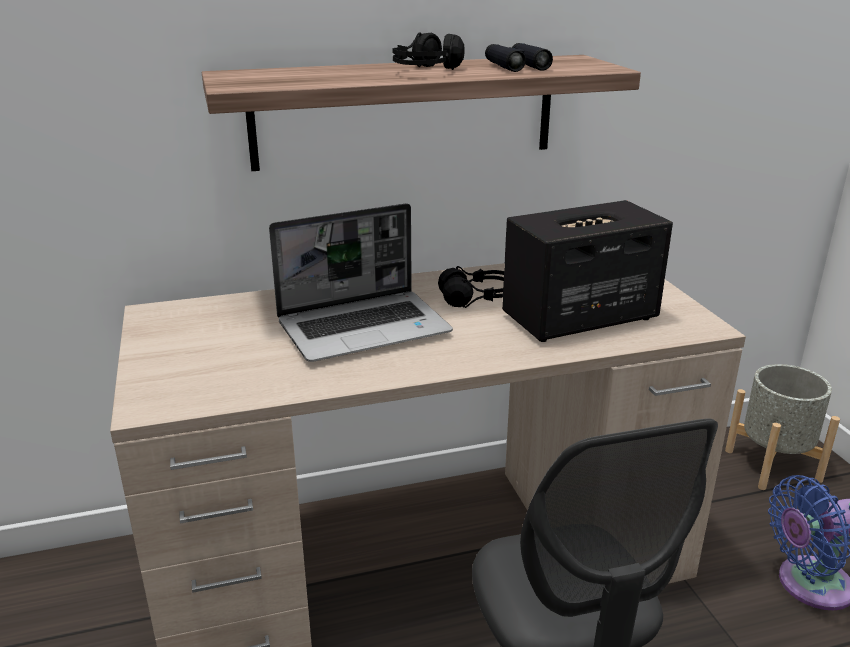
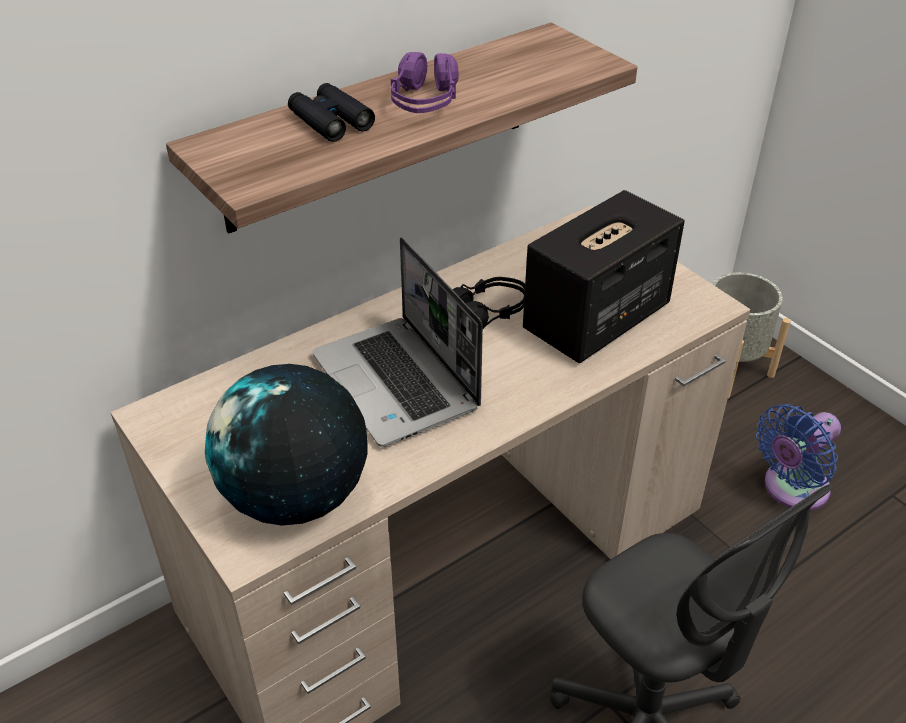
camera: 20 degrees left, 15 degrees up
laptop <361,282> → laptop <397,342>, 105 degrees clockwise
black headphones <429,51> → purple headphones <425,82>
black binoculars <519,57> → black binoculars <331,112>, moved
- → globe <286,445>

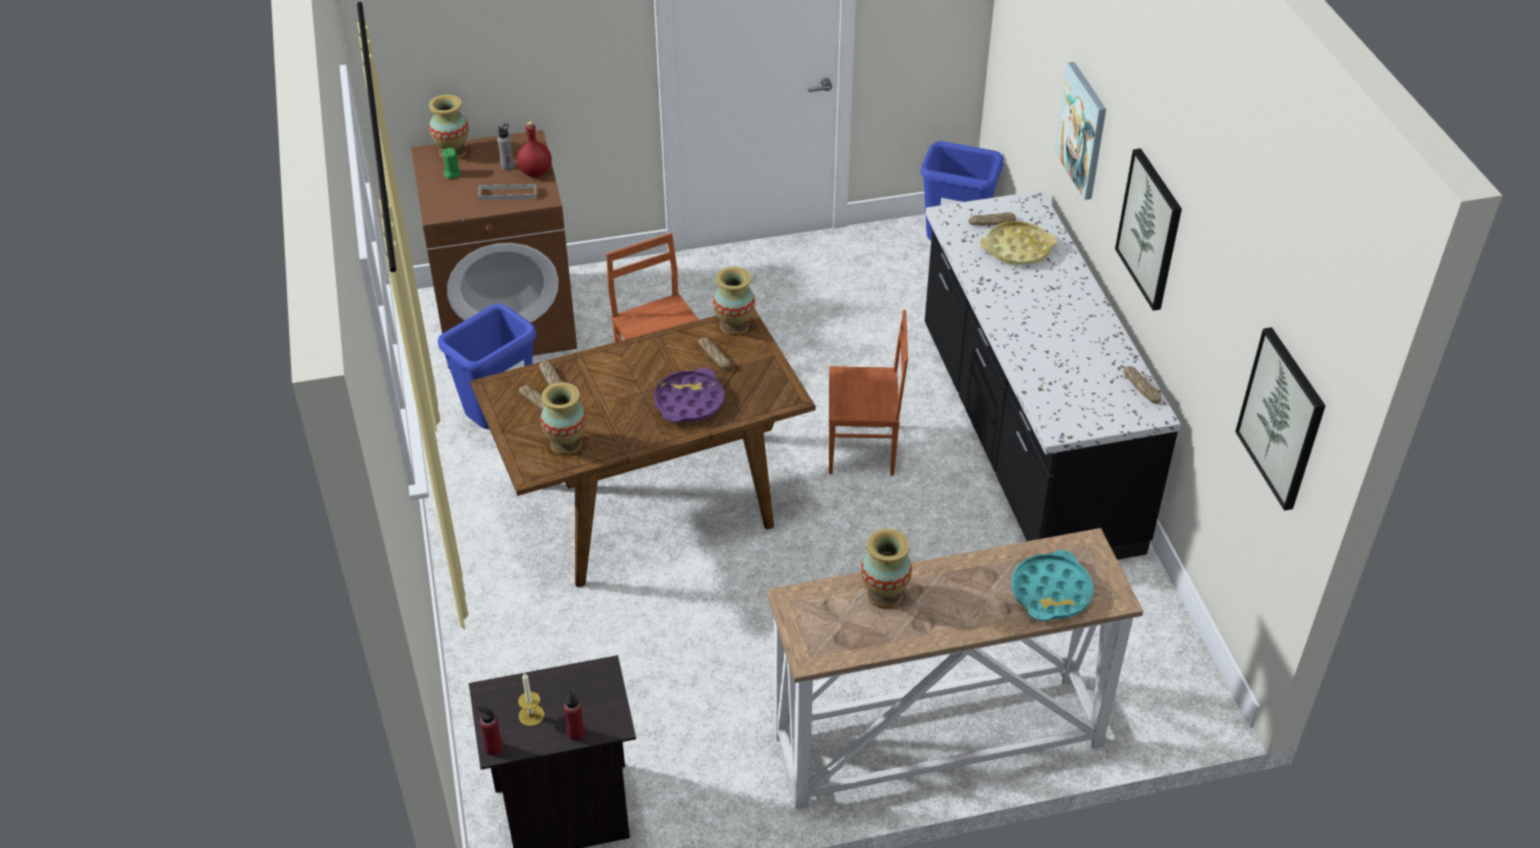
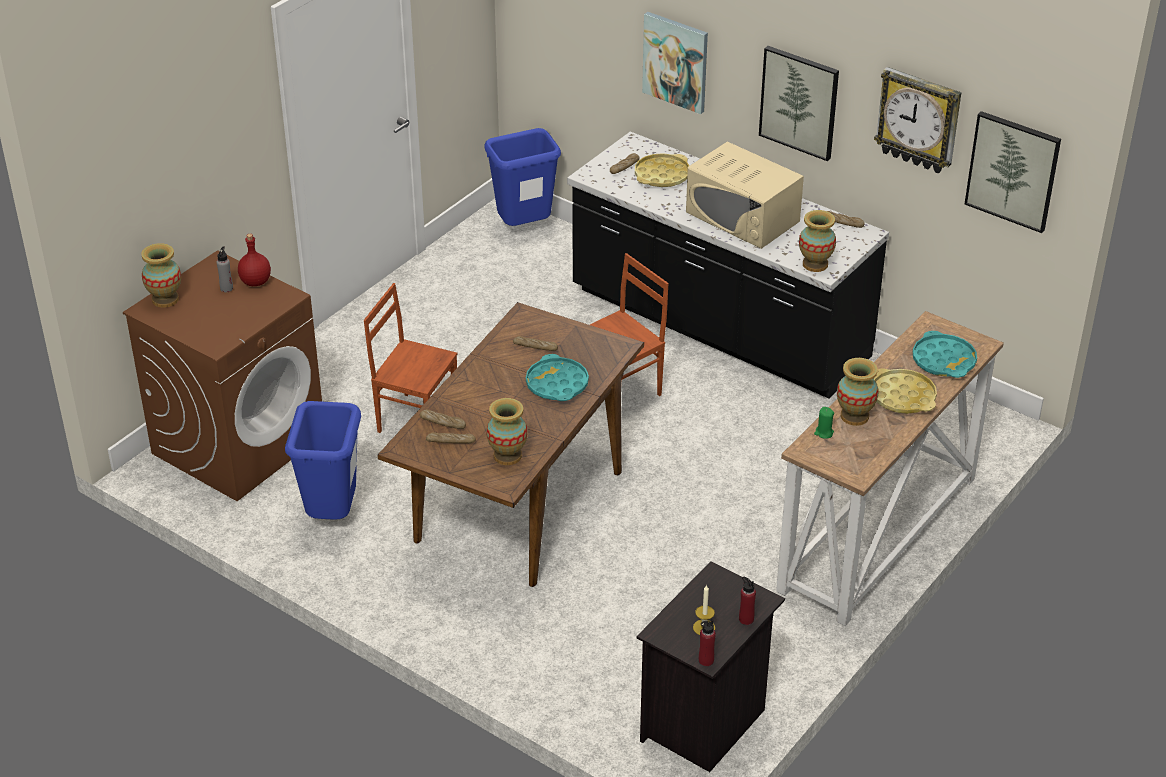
camera: 40 degrees left, 5 degrees down
green candle <452,163> → green candle <824,423>, moved
grey tray <507,192> → -
purple tray <689,395> → turquoise tray <557,377>
vase <734,301> → vase <817,241>, moved
- → beige microwave <745,195>
- → wall clock <917,120>
- → yellow tray <905,391>

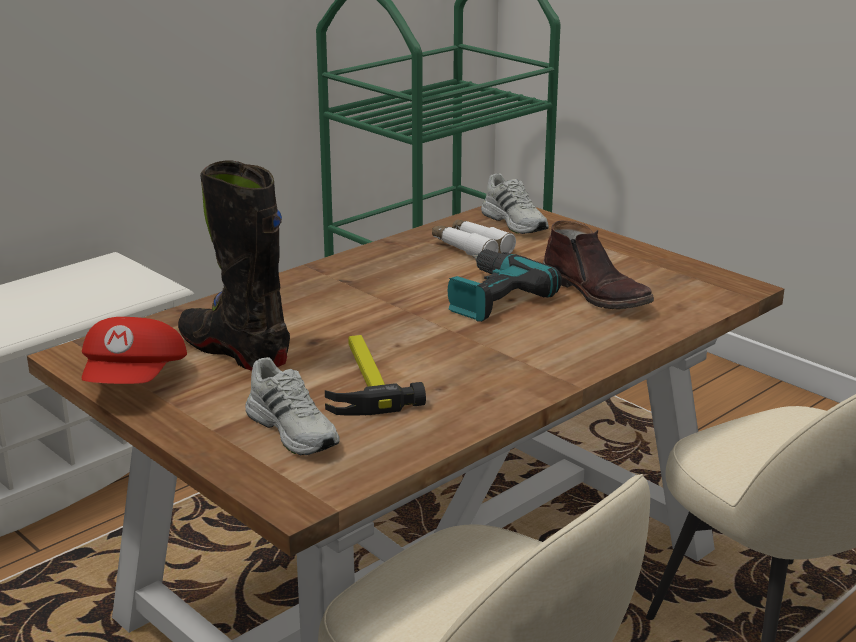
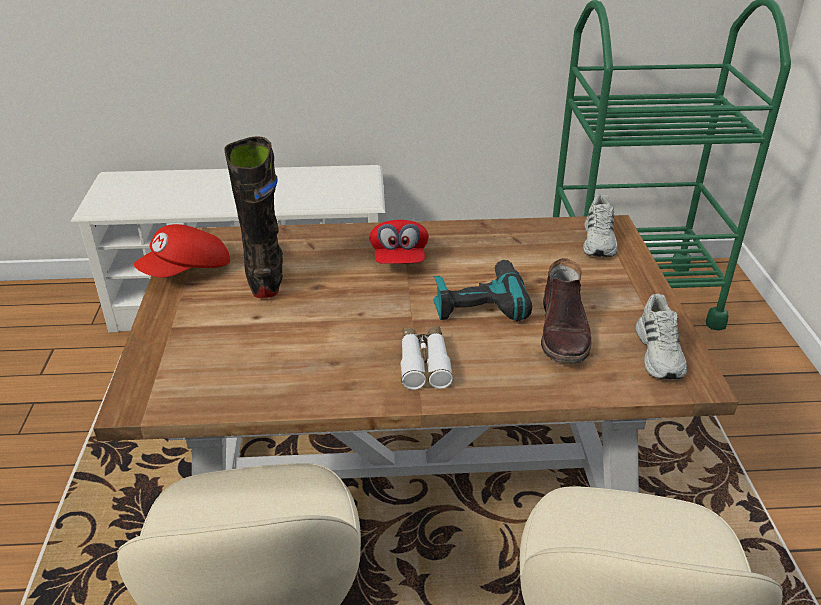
camera: 40 degrees right, 10 degrees up
white shoe <292,406> → white shoe <661,336>, moved
hammer <375,375> → -
white binoculars <474,237> → white binoculars <427,358>, moved
- → red cap <399,242>

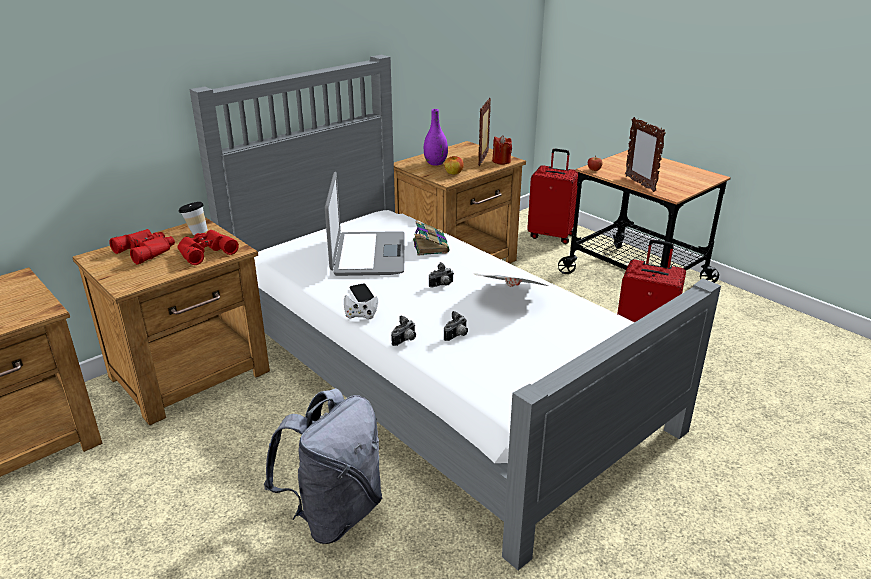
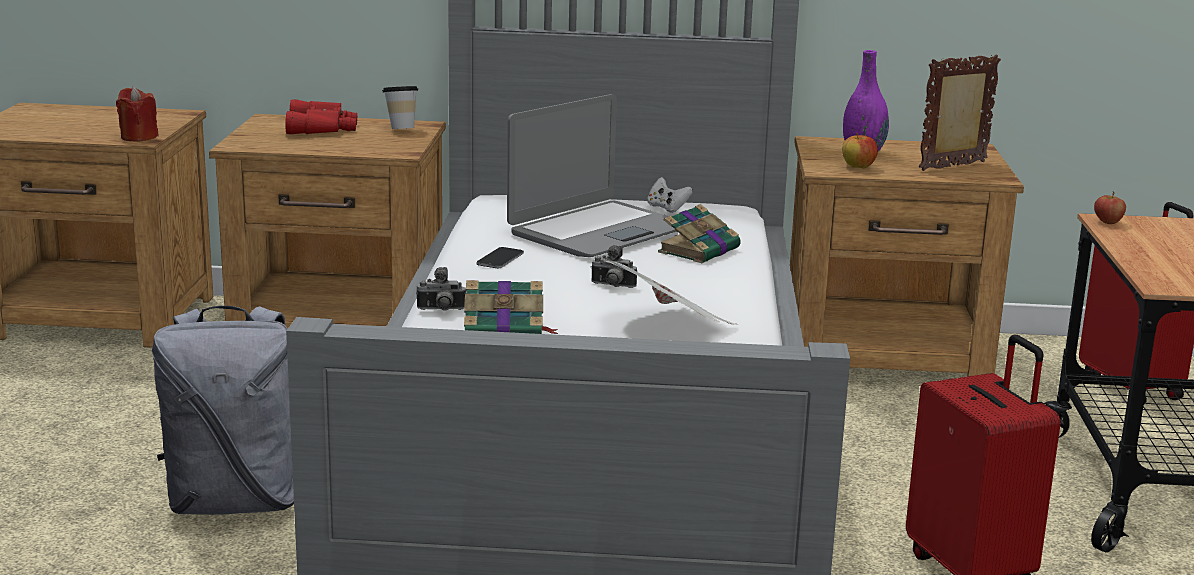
camera: 45 degrees right, 10 degrees down
red binoculars <208,247> → -
white game controller <361,307> → white game controller <670,195>, moved
photo camera <456,326> → book <511,307>
red candle <502,150> → red candle <137,114>, moved
picture frame <645,154> → -

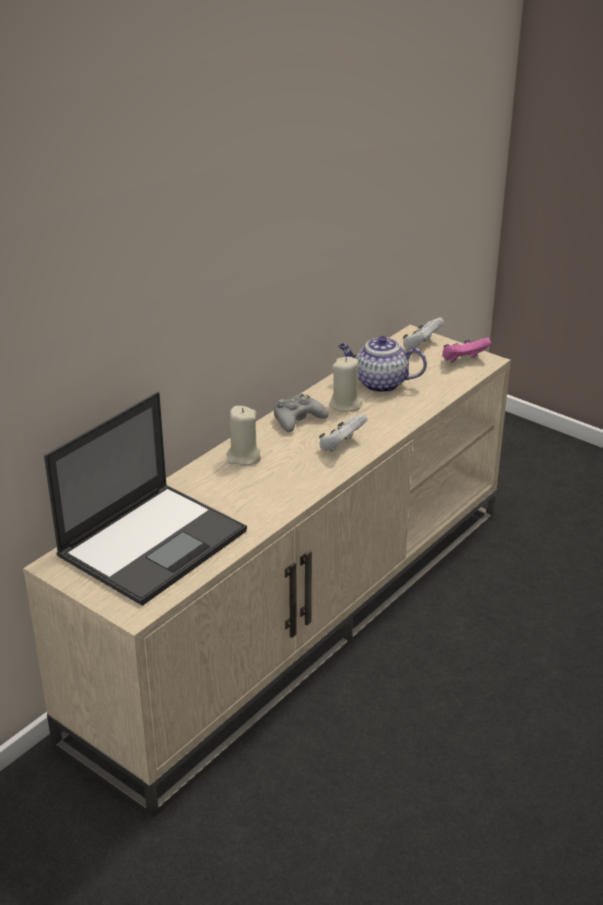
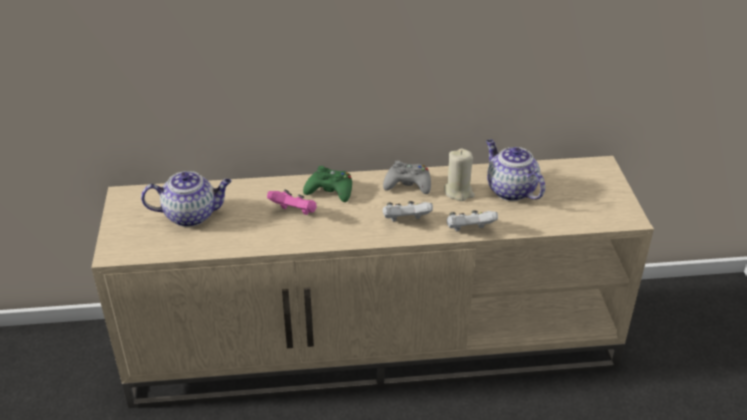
camera: 45 degrees right, 5 degrees up
laptop <145,499> → teapot <186,199>
beige candle <243,436> → green game controller <327,184>
white game controller <423,333> → white game controller <472,221>, moved
pink game controller <466,350> → pink game controller <292,202>, moved

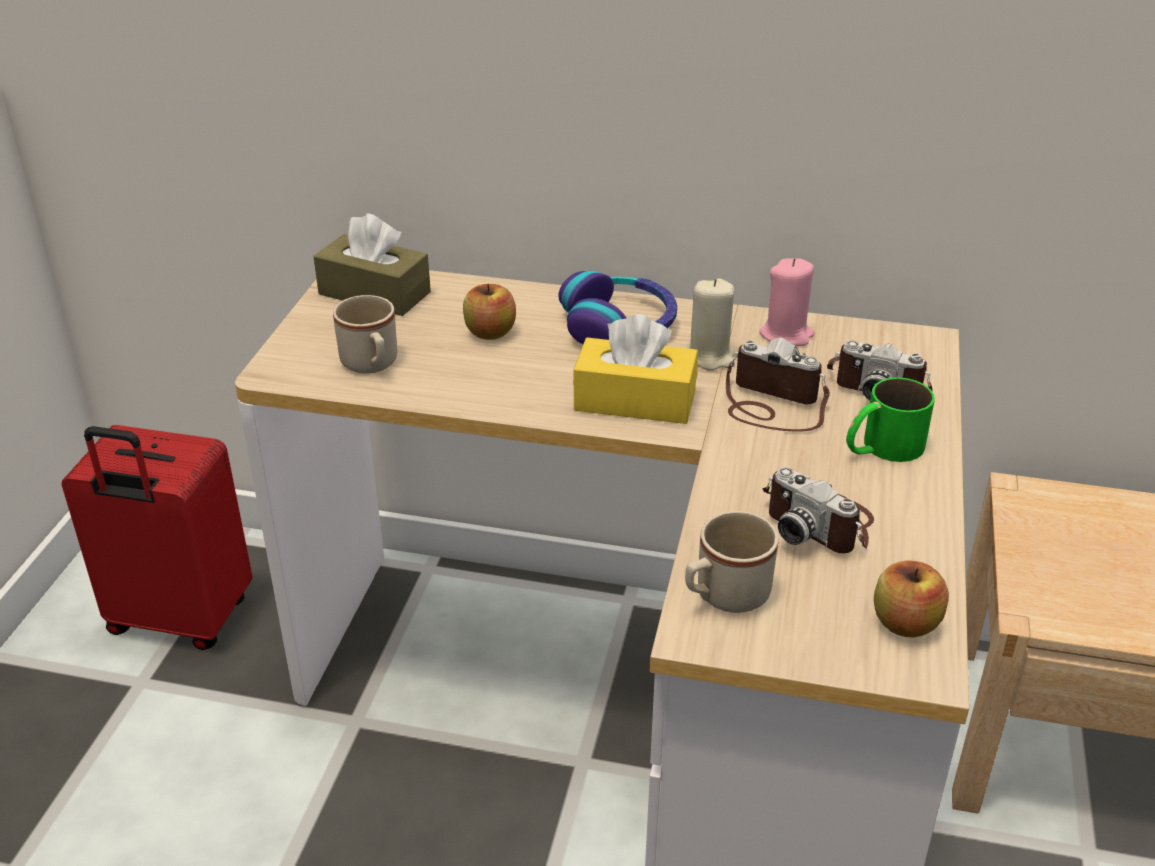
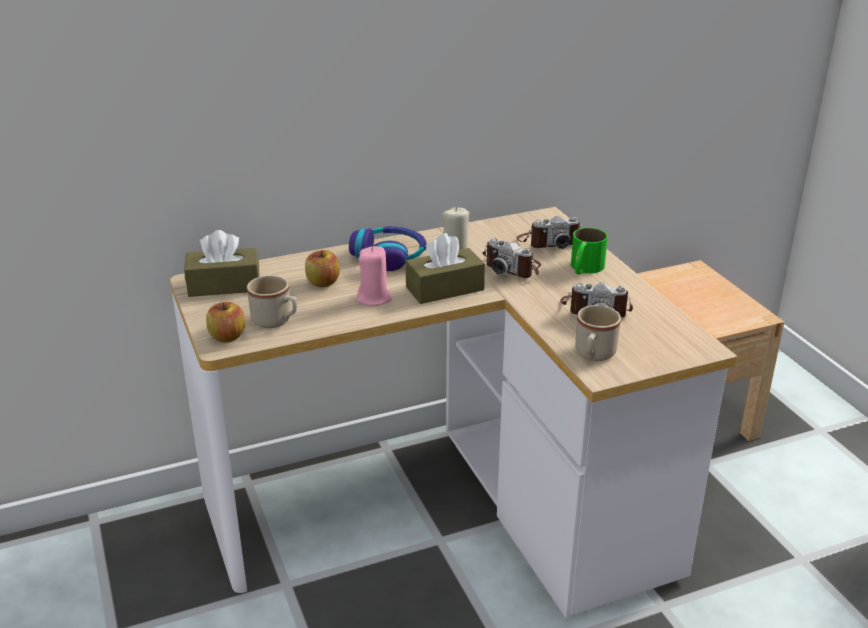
camera: 35 degrees left, 5 degrees down
red suitcase <157,537> → -
yellow tissue box <635,369> → brown tissue box <445,268>
photo camera <778,385> → photo camera <512,258>, 135 degrees counterclockwise
pink candle <787,302> → pink candle <374,276>, moved
apple <911,599> → apple <225,322>, moved

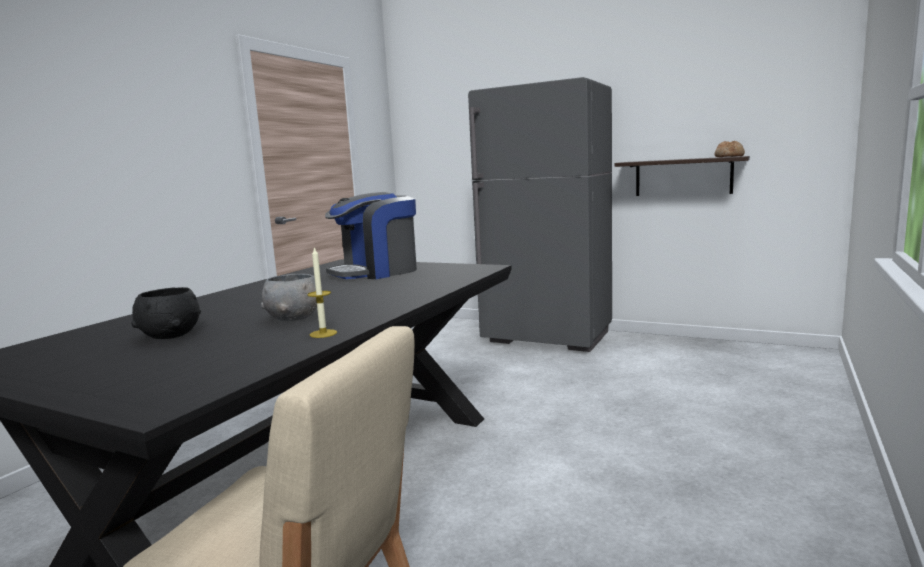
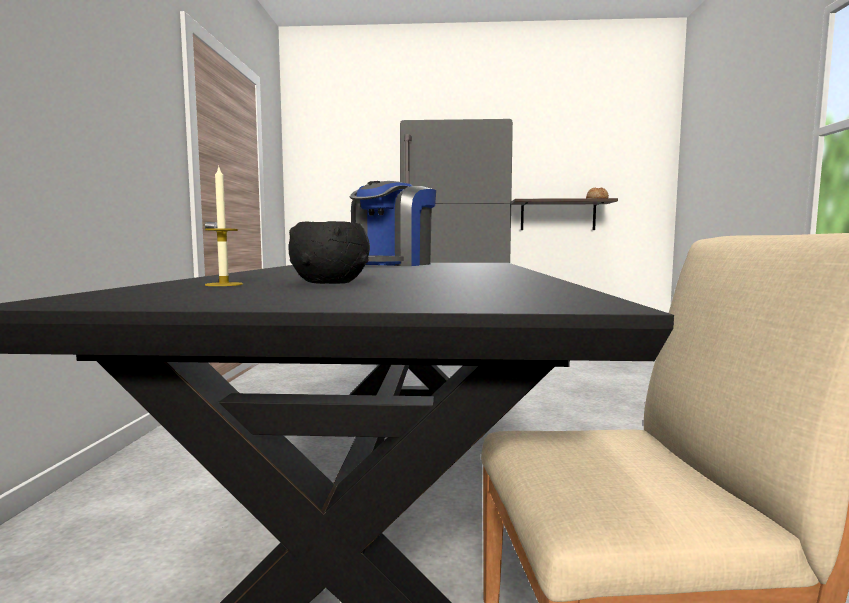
camera: 25 degrees left, 5 degrees down
grey bowl <289,297> → -
candle <322,292> → candle <224,226>, moved

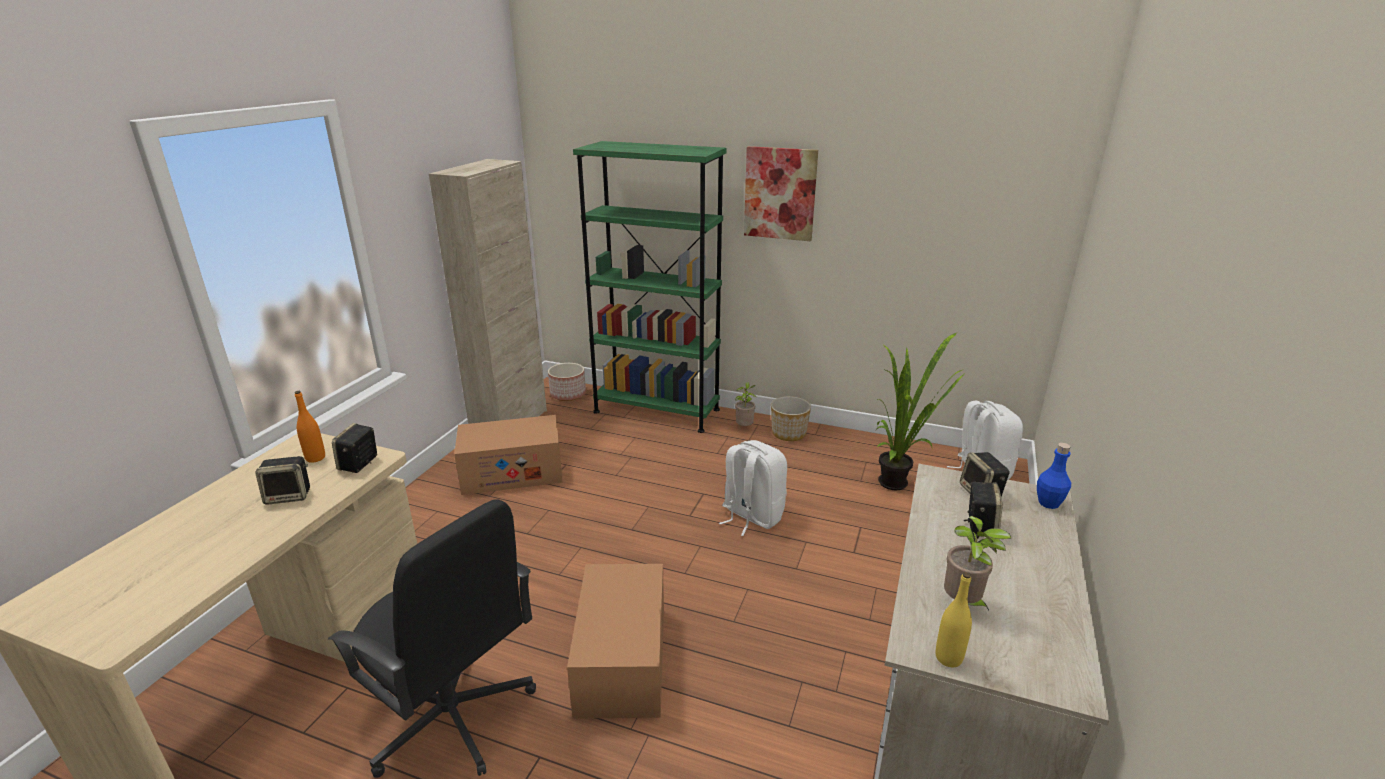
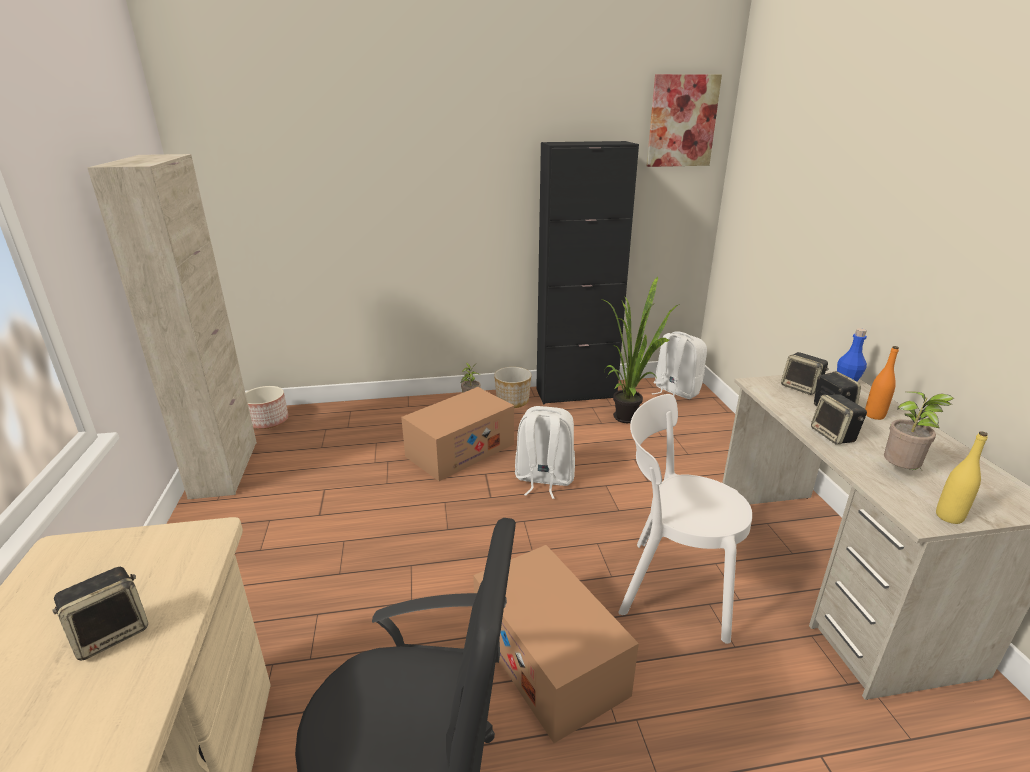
camera: 30 degrees left, 0 degrees up
orange bottle <310,427> → orange bottle <882,383>, moved
speaker <354,448> → speaker <839,419>, moved
cardboard box <508,455> → cardboard box <457,434>, moved
green bookcase <650,287> → -
picture <781,193> → picture <684,120>, moved
- → black cabinet <587,272>
- → white chair <685,519>

